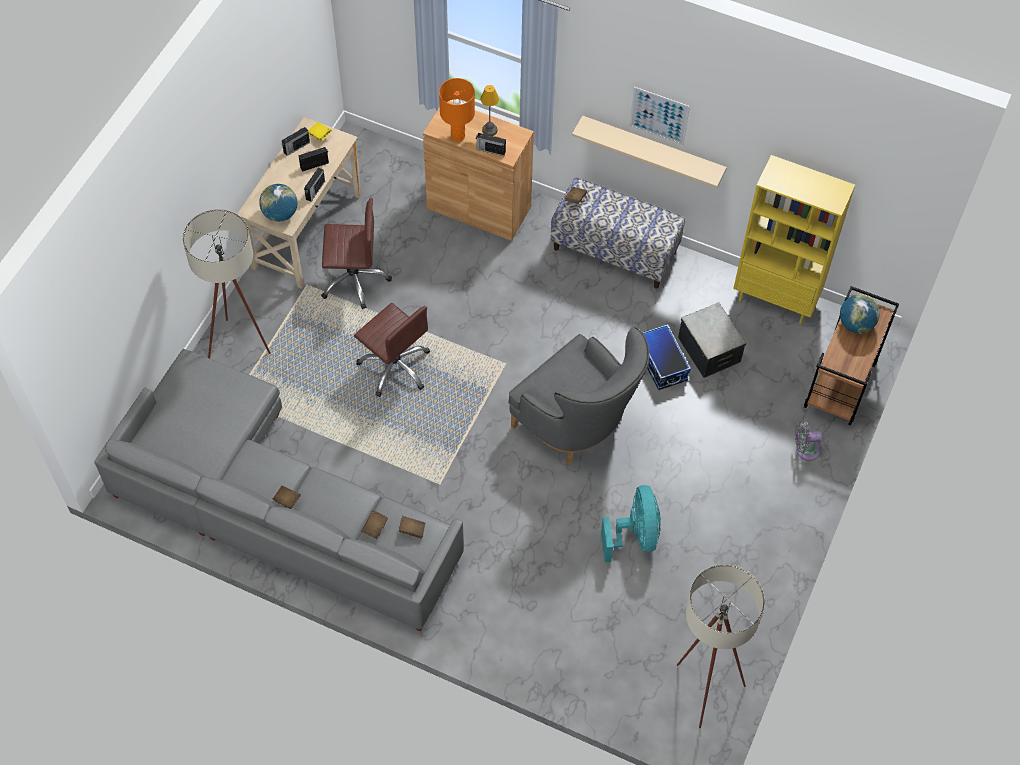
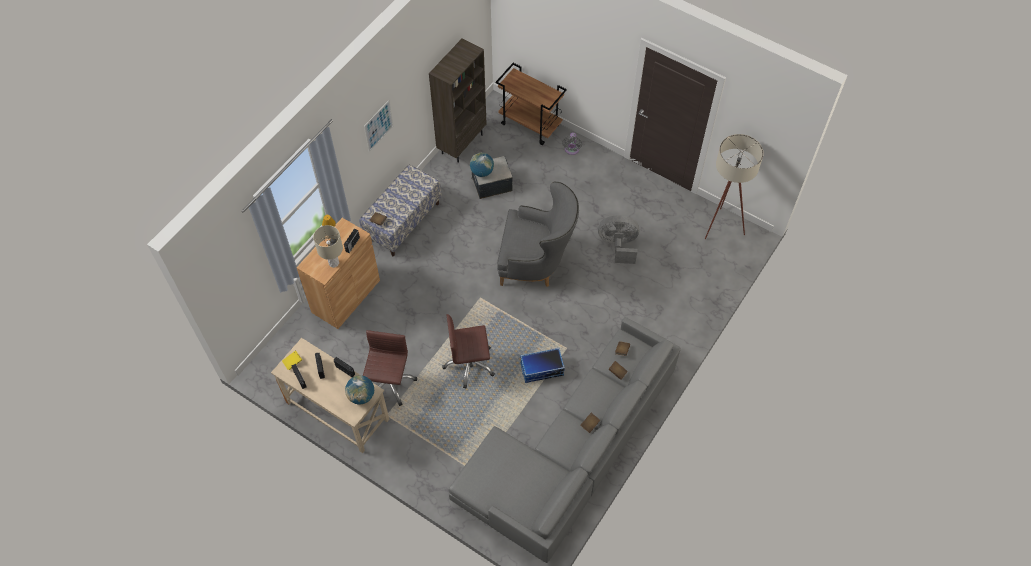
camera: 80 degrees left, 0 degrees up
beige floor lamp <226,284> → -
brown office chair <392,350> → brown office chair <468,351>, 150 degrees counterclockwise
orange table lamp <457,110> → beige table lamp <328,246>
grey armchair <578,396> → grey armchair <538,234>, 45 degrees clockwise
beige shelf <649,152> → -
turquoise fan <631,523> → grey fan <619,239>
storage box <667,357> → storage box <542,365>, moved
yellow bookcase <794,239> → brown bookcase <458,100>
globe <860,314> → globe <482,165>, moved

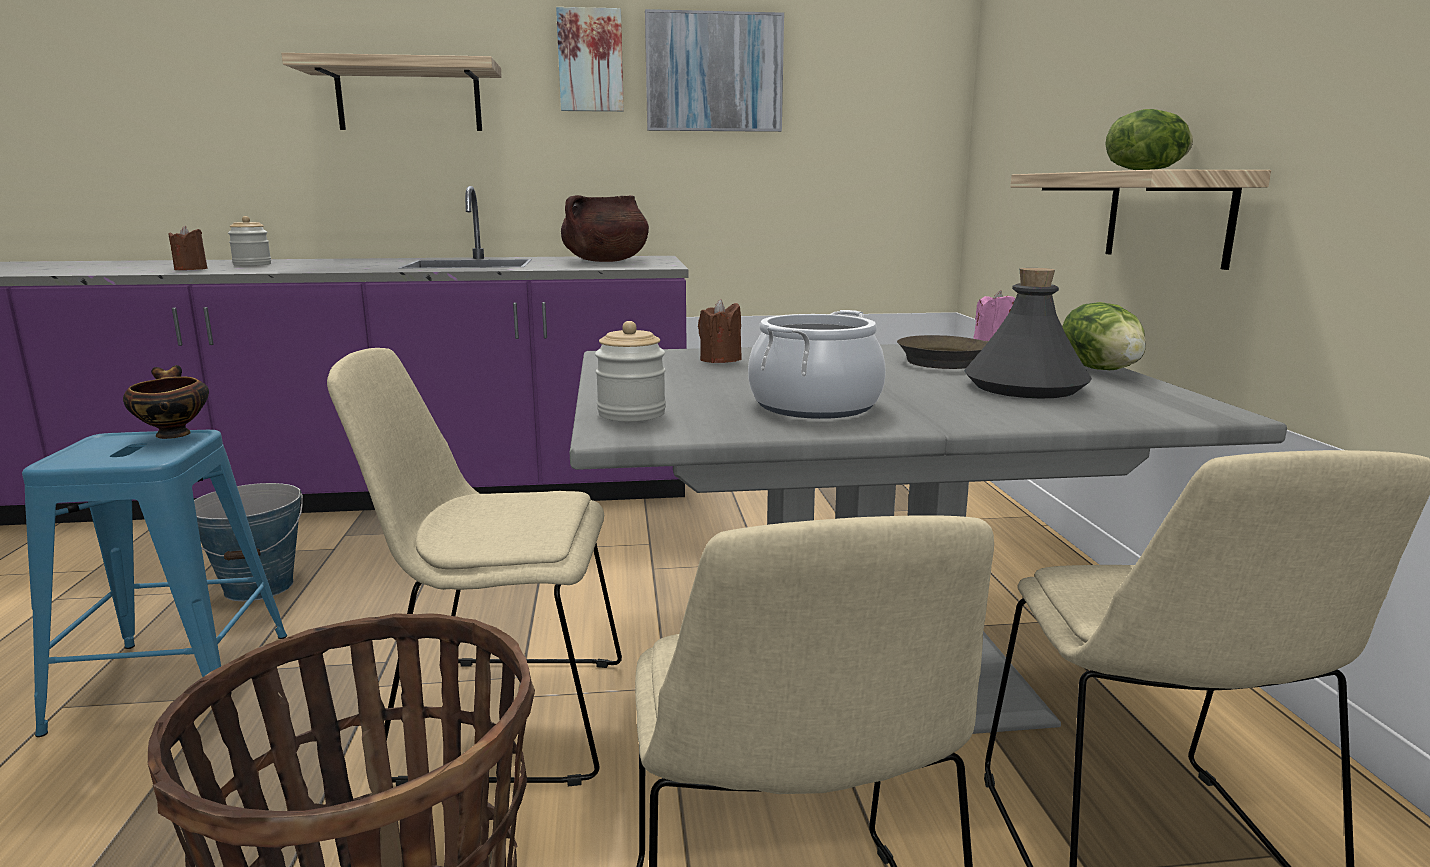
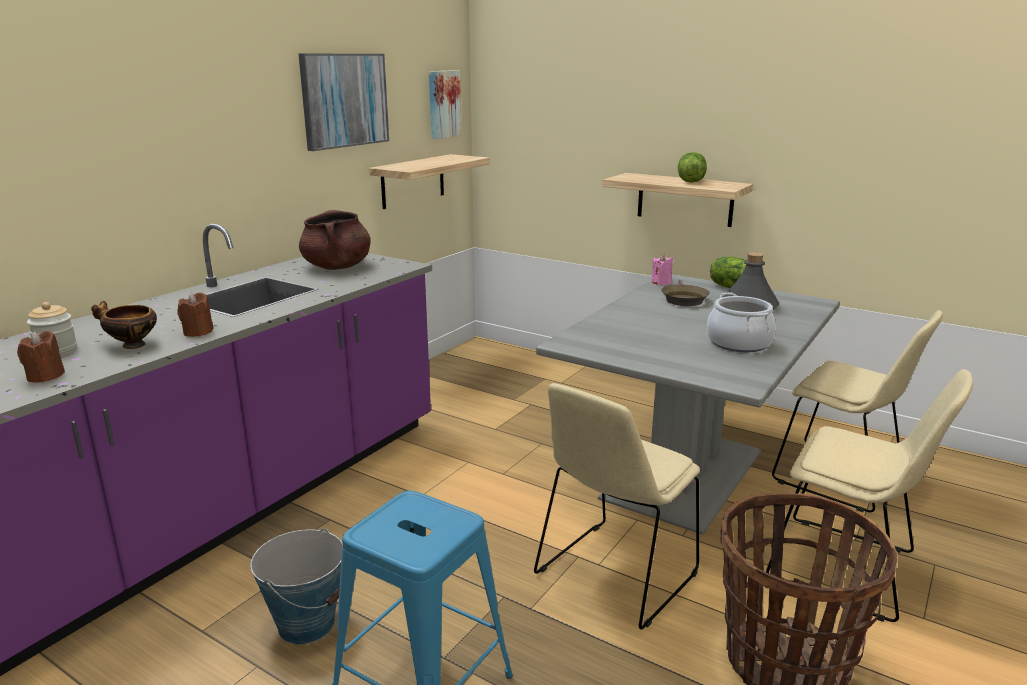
camera: 50 degrees left, 5 degrees up
bowl <166,402> → bowl <124,325>, moved
shelf <391,92> → shelf <429,181>, moved
picture <590,59> → picture <445,104>, moved
jar <630,371> → -
brown candle <720,331> → brown candle <195,315>, moved

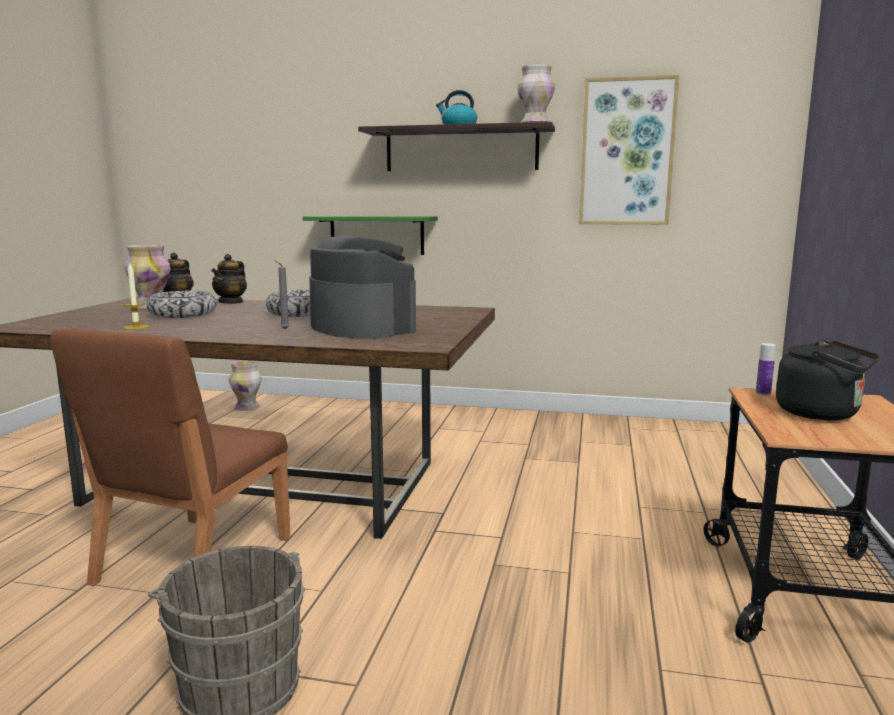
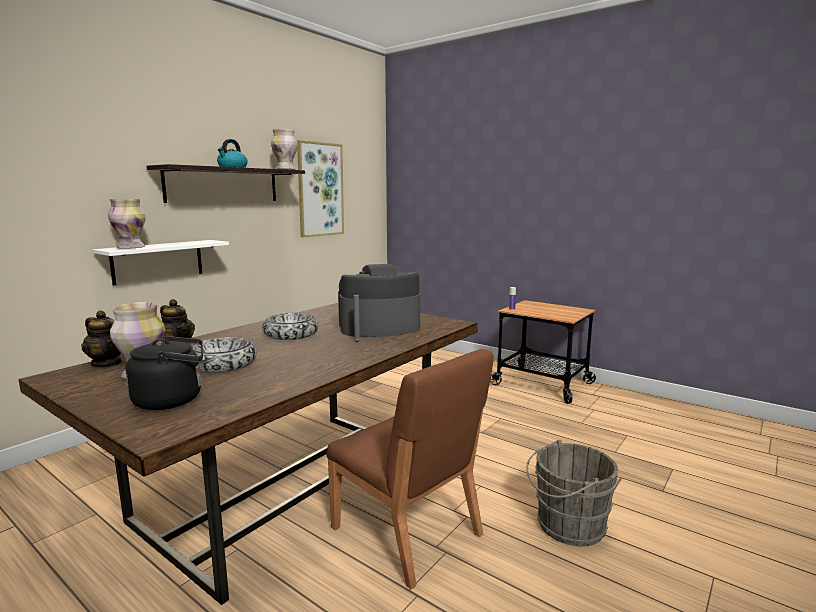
camera: 65 degrees left, 0 degrees up
candle <136,296> → -
vase <245,385> → vase <127,224>, moved
green shelf <370,235> → white shelf <160,263>
black kettle <828,380> → black kettle <164,373>, moved

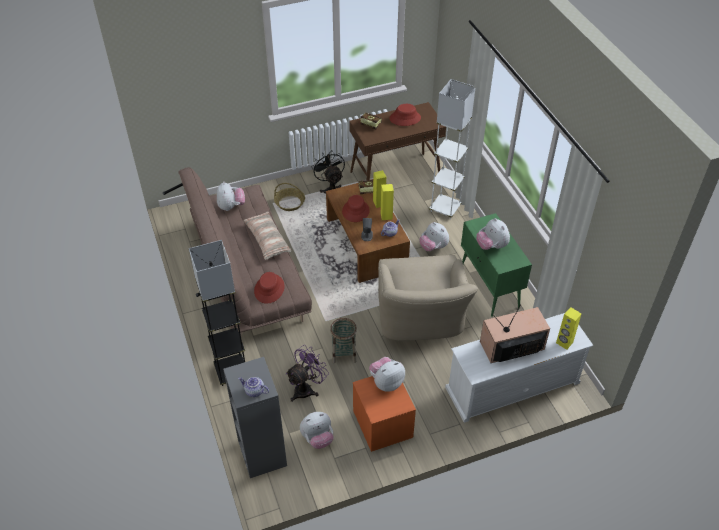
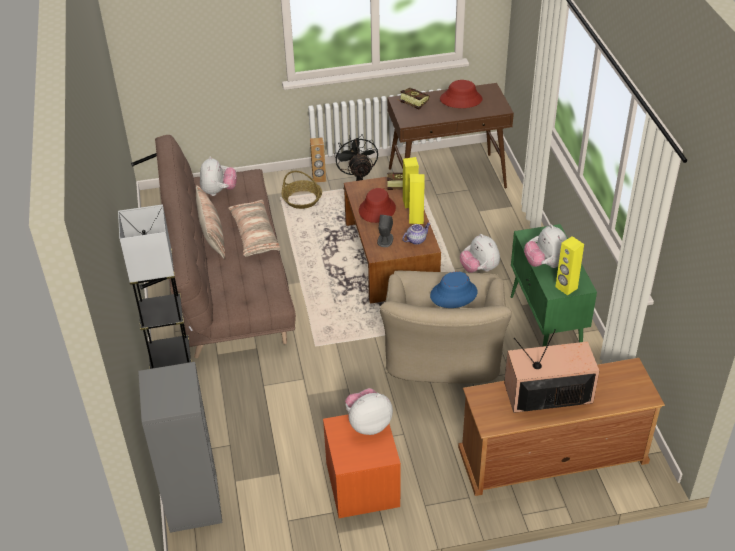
camera: 10 degrees right, 5 degrees down
teapot <253,387> → -
red hat <269,288> → -
purple fan <307,373> → -
plush toy <317,430> → -
basket <343,340> → -
white floor lamp <452,149> → -
white tv stand <519,368> → brown tv stand <561,427>
yellow speaker <569,328> → yellow speaker <570,265>, moved
- → pillow <210,222>
- → brown speaker <318,160>
- → blue hat <454,289>

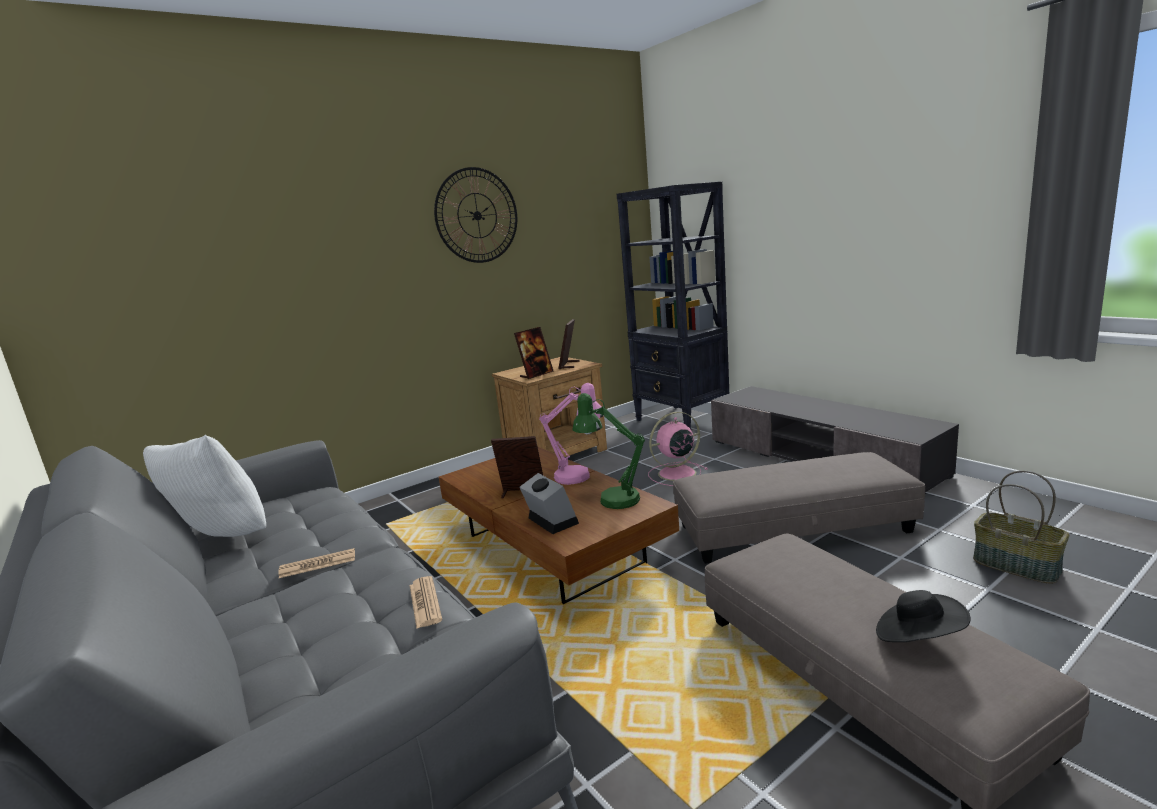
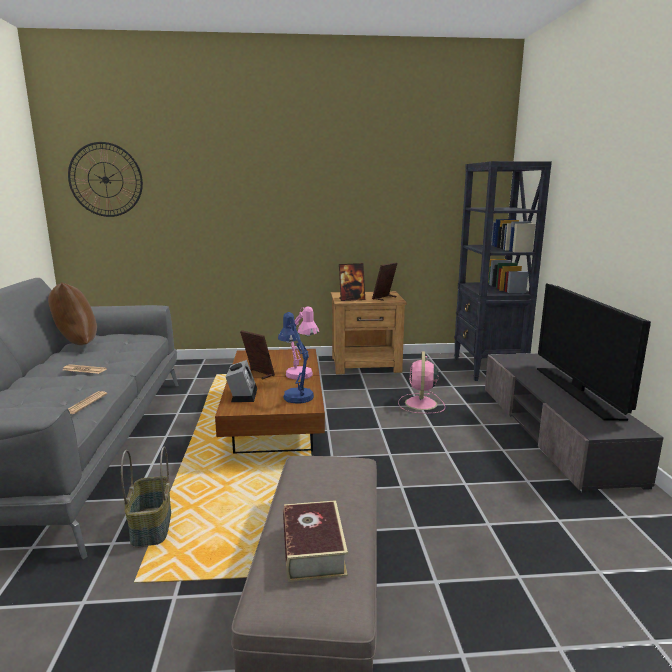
camera: 30 degrees right, 0 degrees up
white pillow <204,486> → brown pillow <72,313>
wall clock <475,215> → wall clock <105,179>, moved
green table lamp <609,451> → blue table lamp <296,358>
pink fan <678,449> → pink fan <421,382>, 90 degrees counterclockwise
grey ottoman <799,508> → -
black hat <923,616> → book <315,541>
basket <1021,527> → basket <146,497>, moved
- → television <594,352>

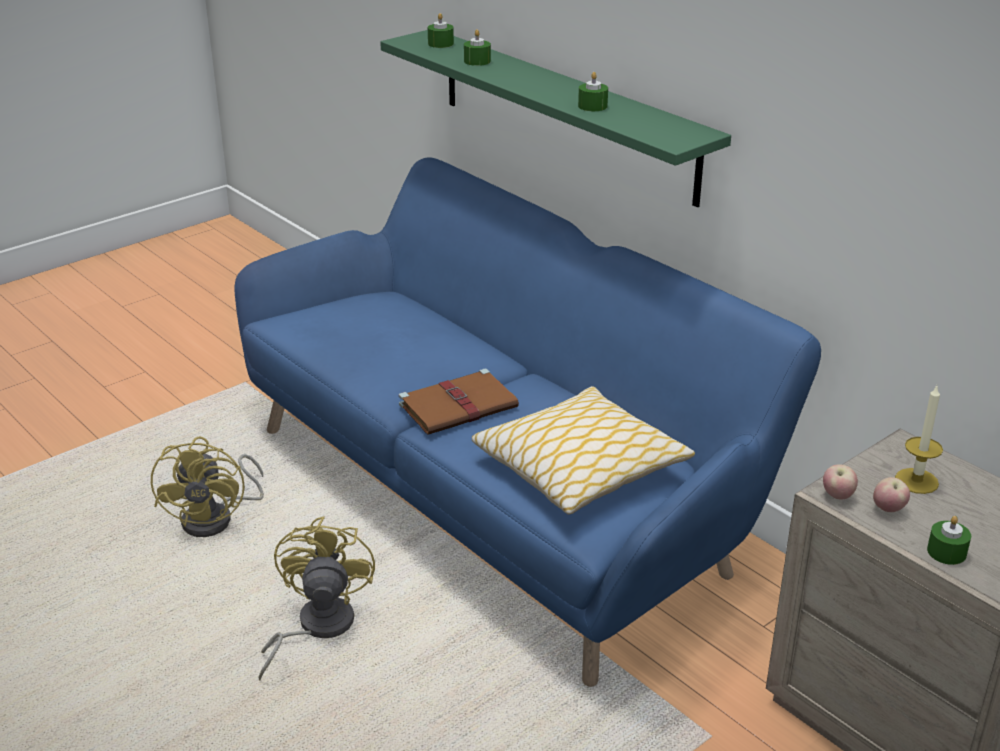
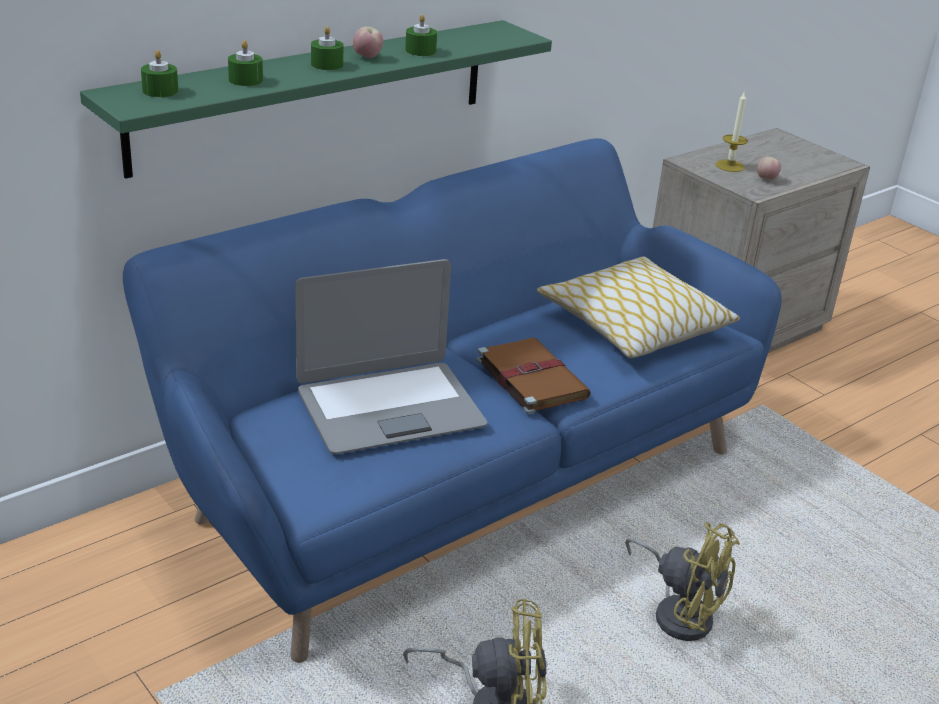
camera: 90 degrees left, 0 degrees up
yellow fan <316,598> → yellow fan <682,582>, 150 degrees counterclockwise
apple <840,482> → apple <368,42>, moved
green candle <949,540> → green candle <327,48>, moved
- → laptop <391,356>

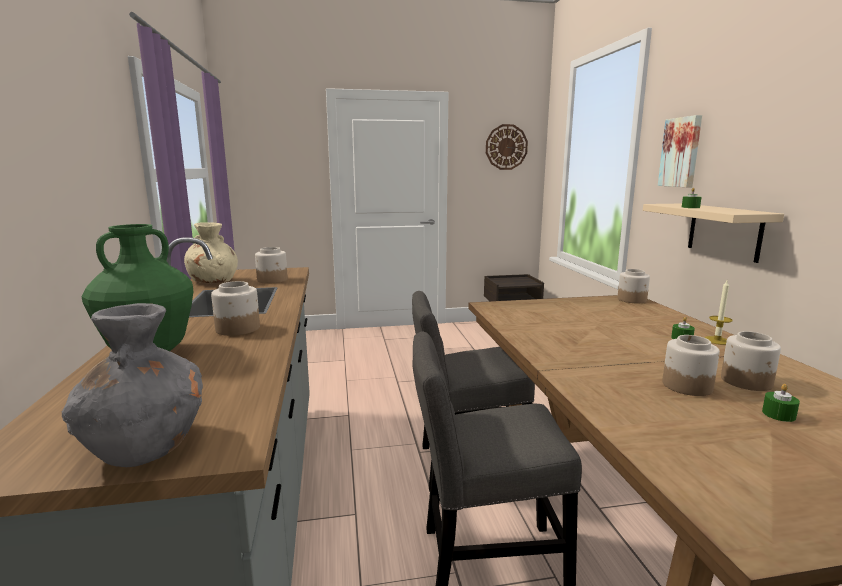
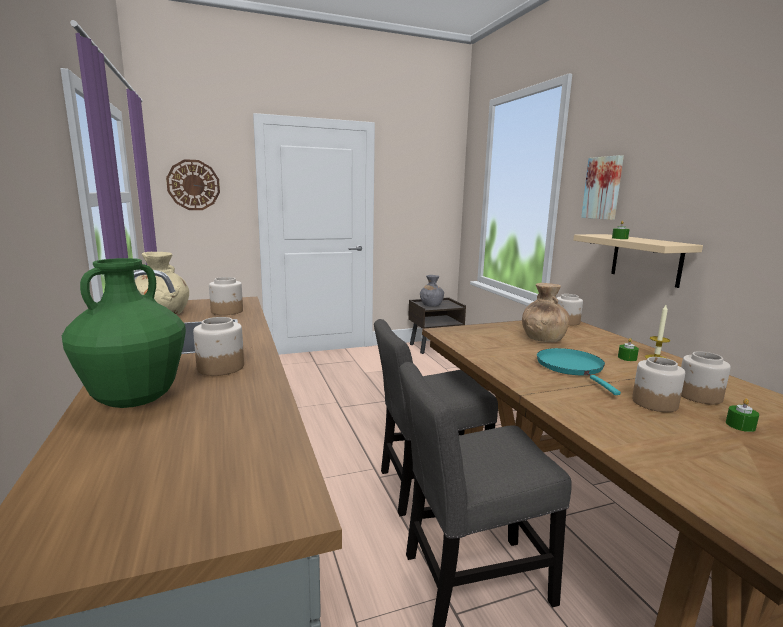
camera: 10 degrees left, 0 degrees up
grey vase <132,385> → grey vase <432,290>, moved
wall clock <507,147> → wall clock <193,184>, moved
- → brown vase <546,312>
- → turquoise frying pan <579,371>

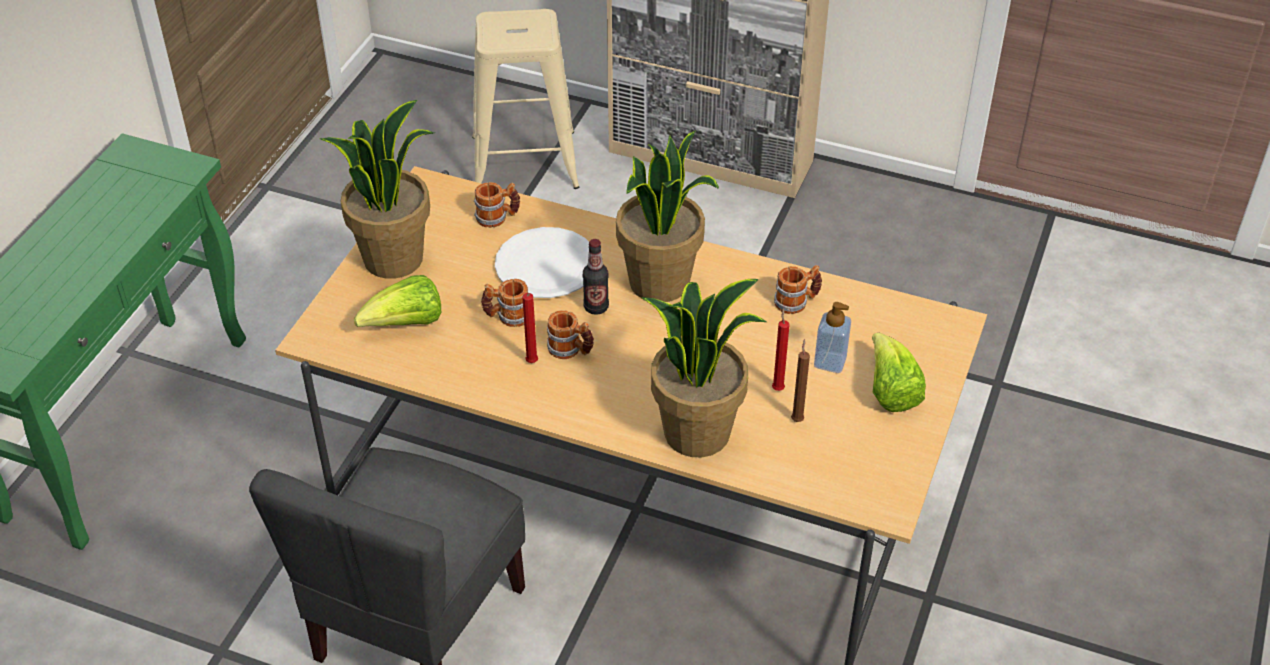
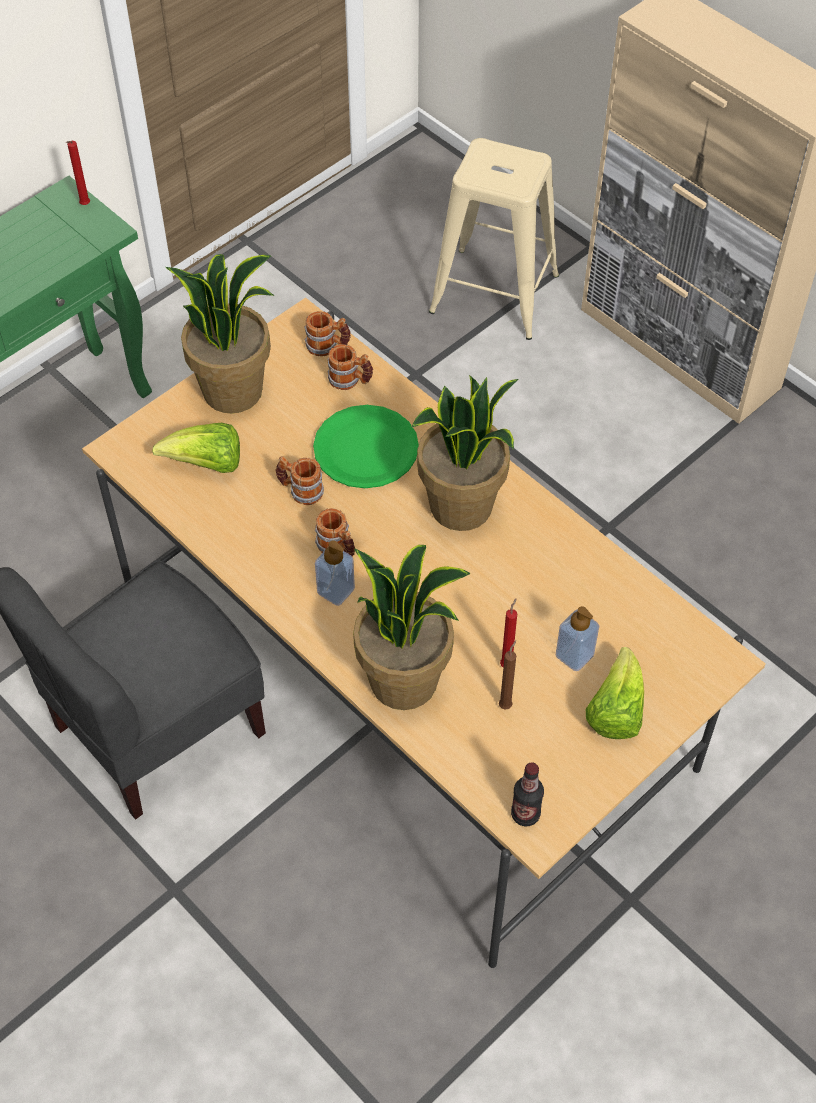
camera: 25 degrees right, 10 degrees up
white plate <542,262> → green plate <366,446>
red candle <530,328> → red candle <78,173>, moved
bottle <596,277> → bottle <527,794>, moved
mug <798,289> → mug <327,333>, moved
- → soap dispenser <335,573>

